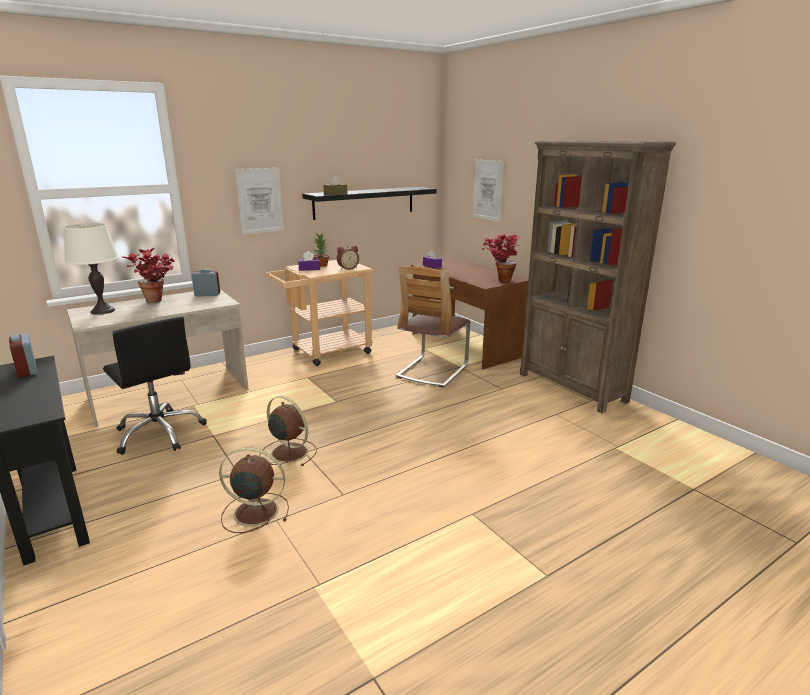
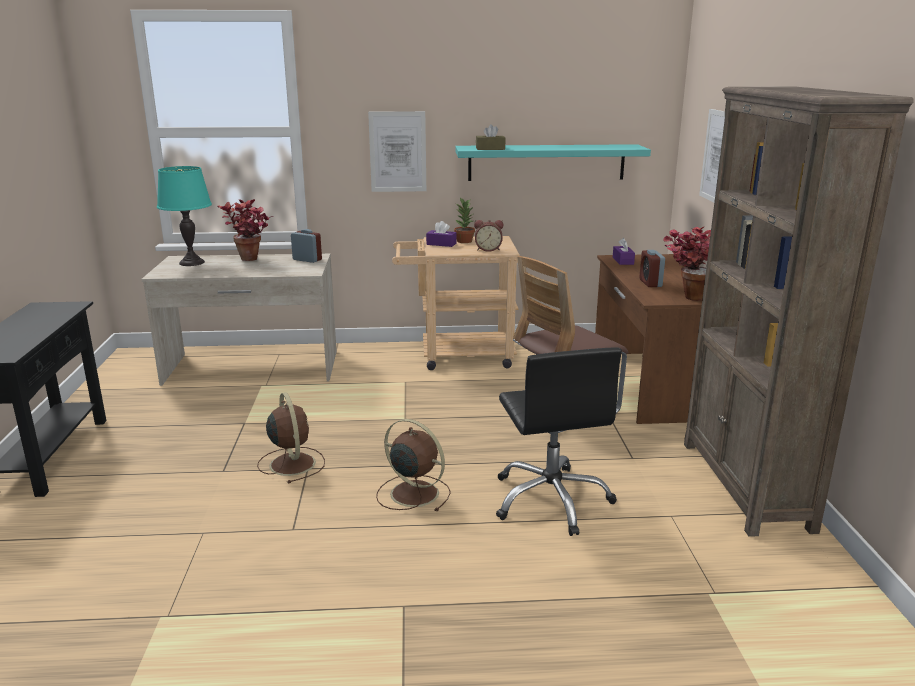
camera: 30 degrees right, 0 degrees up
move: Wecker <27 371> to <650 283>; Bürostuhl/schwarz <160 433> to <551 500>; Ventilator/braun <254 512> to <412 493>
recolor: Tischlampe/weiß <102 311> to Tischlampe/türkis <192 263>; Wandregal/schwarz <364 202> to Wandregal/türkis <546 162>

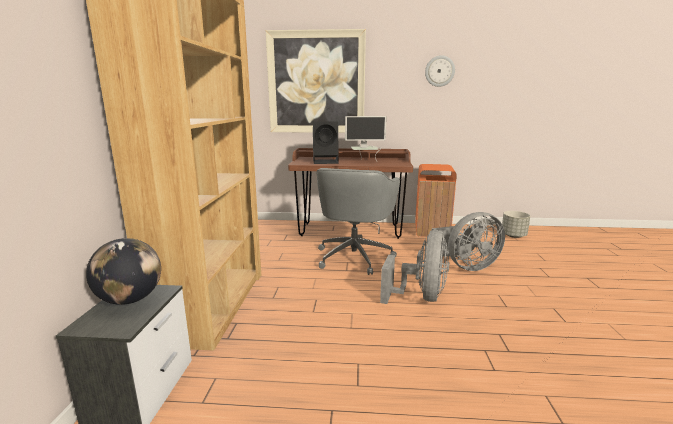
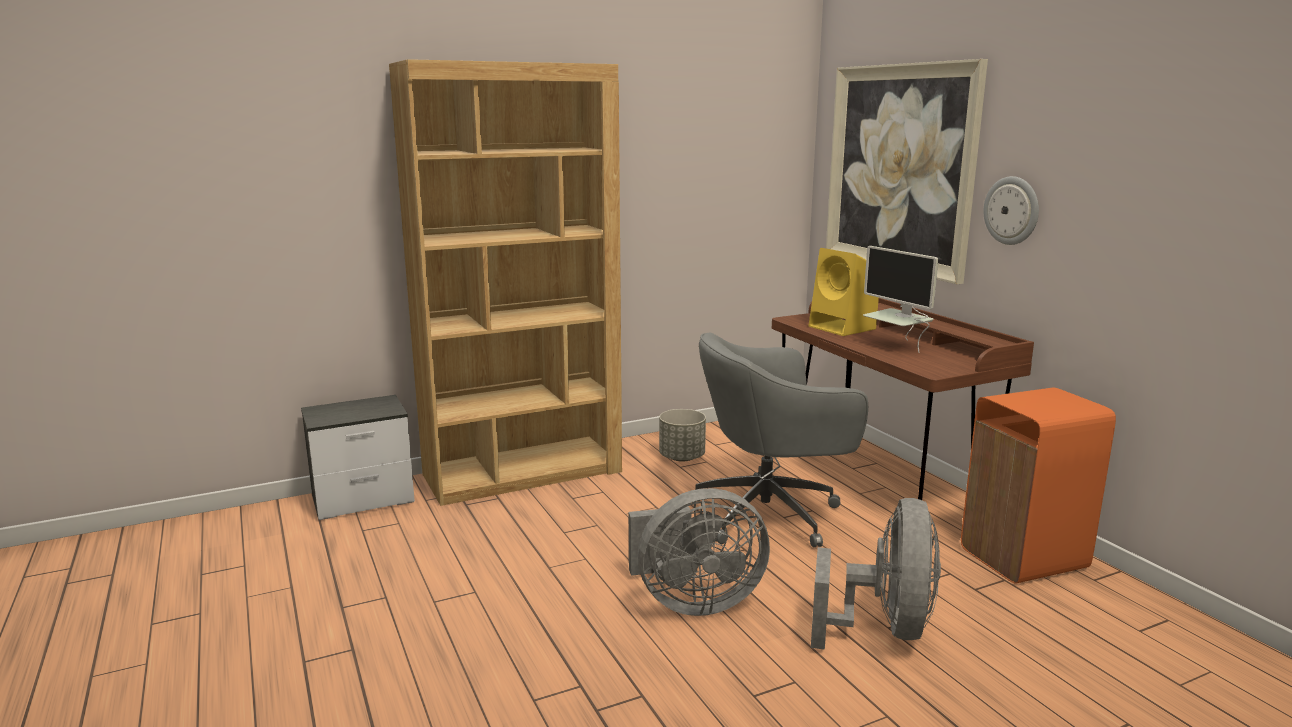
camera: 60 degrees right, 0 degrees up
delete: Globus <130 300>
move: Wanduhr <439 71> to <1012 210>; Pflanzkübel/grau <513 236> to <682 457>
recolor: Lautsprecher/schwarz <326 161> to Lautsprecher/gelb <843 328>
rotate: Ventilator/grau <466 266> = <884 628> 120 degrees counterclockwise

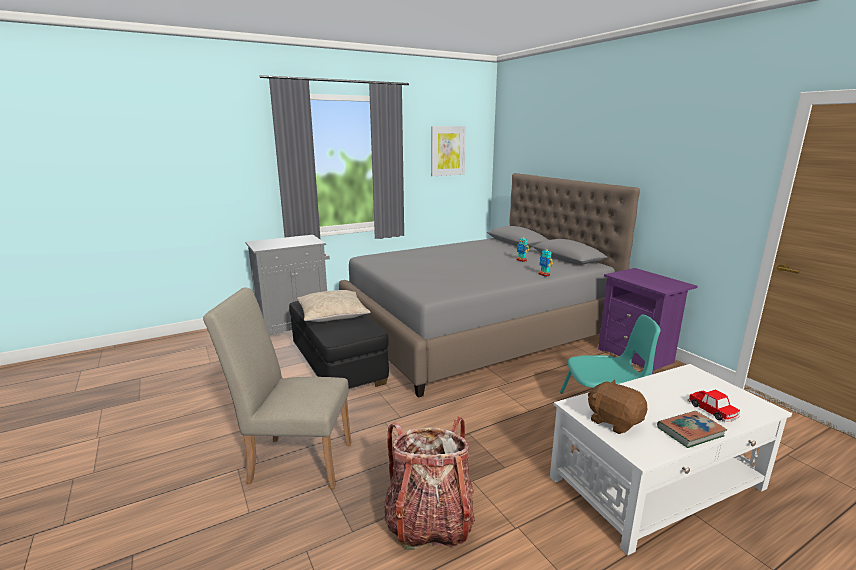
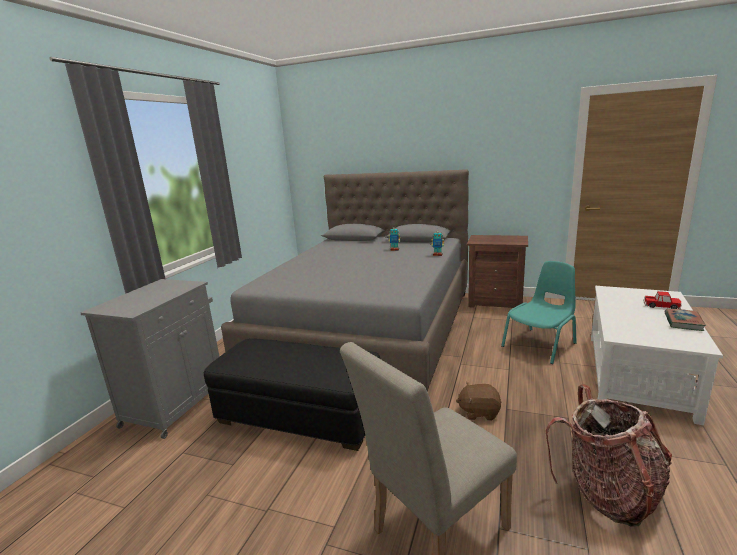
camera: 40 degrees left, 0 degrees up
delete: Kissen/beige <332 314>; Bild <447 151>
move: Plüschtier/braun <614 421> to <479 412>
recolor: Nachttisch/lila <638 356> to Nachttisch/braun <496 302>

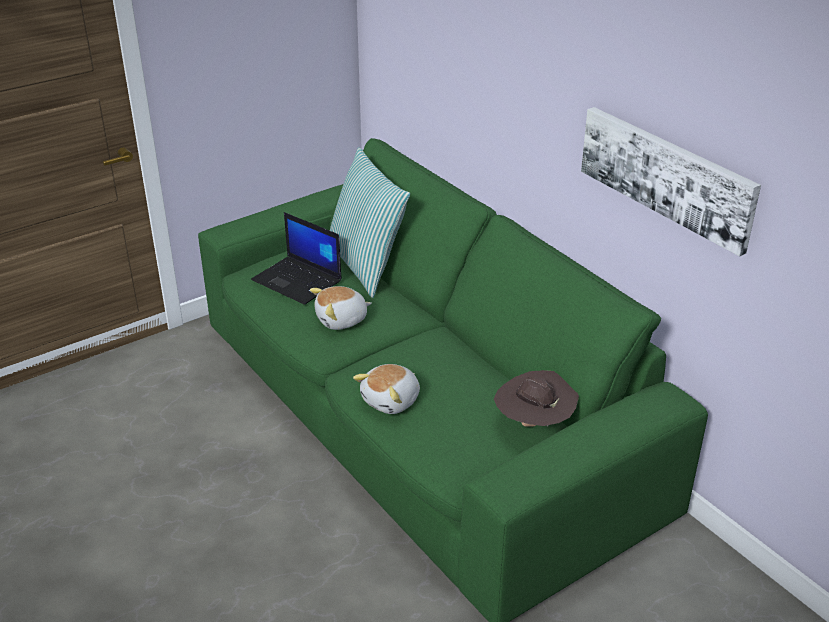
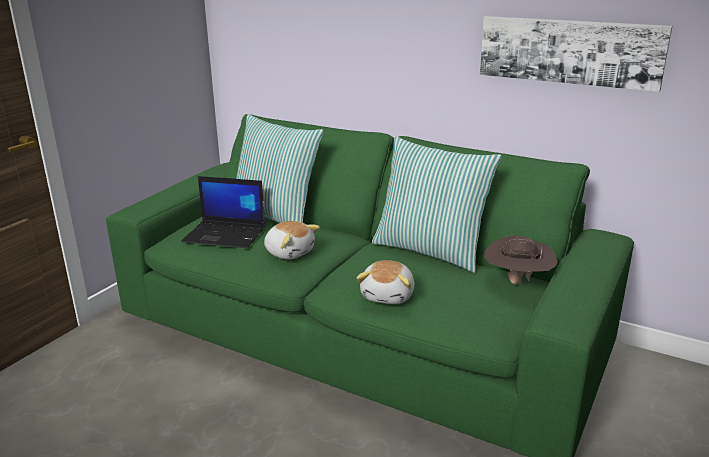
camera: 25 degrees left, 10 degrees down
insert: Kissen <430 250>
rotate: Plüschtier <342 320> = <289 252> 90 degrees counterclockwise

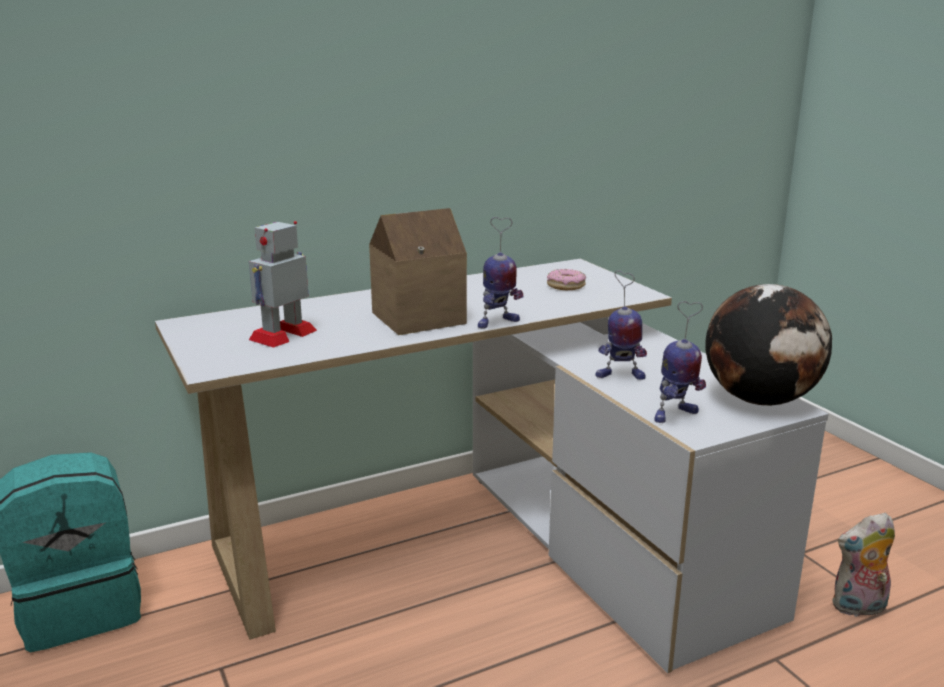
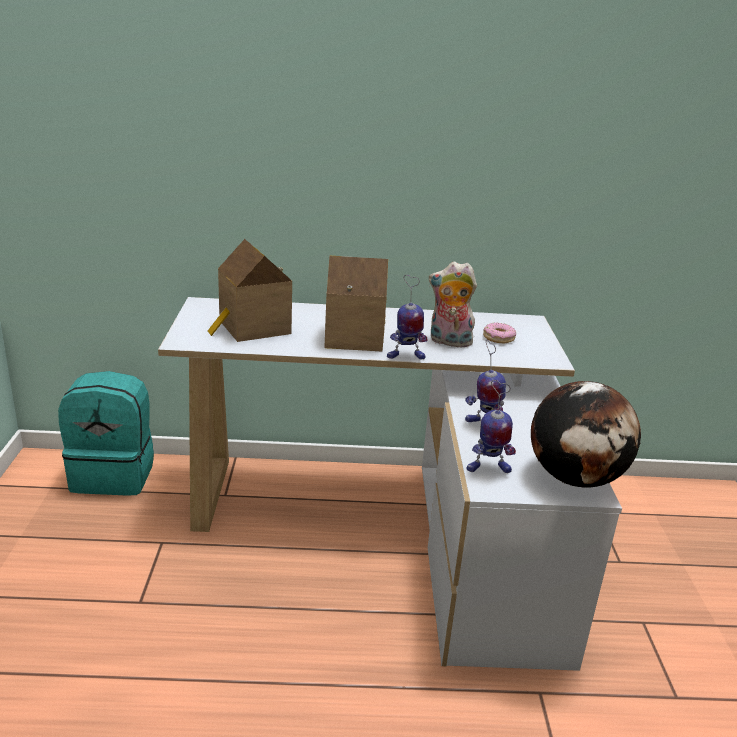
camera: 25 degrees right, 5 degrees up
move: Plüschtier <858 608> to <448 342>
replace: Spielzeugroboter <283 335> to Spielzeughaus <251 328>

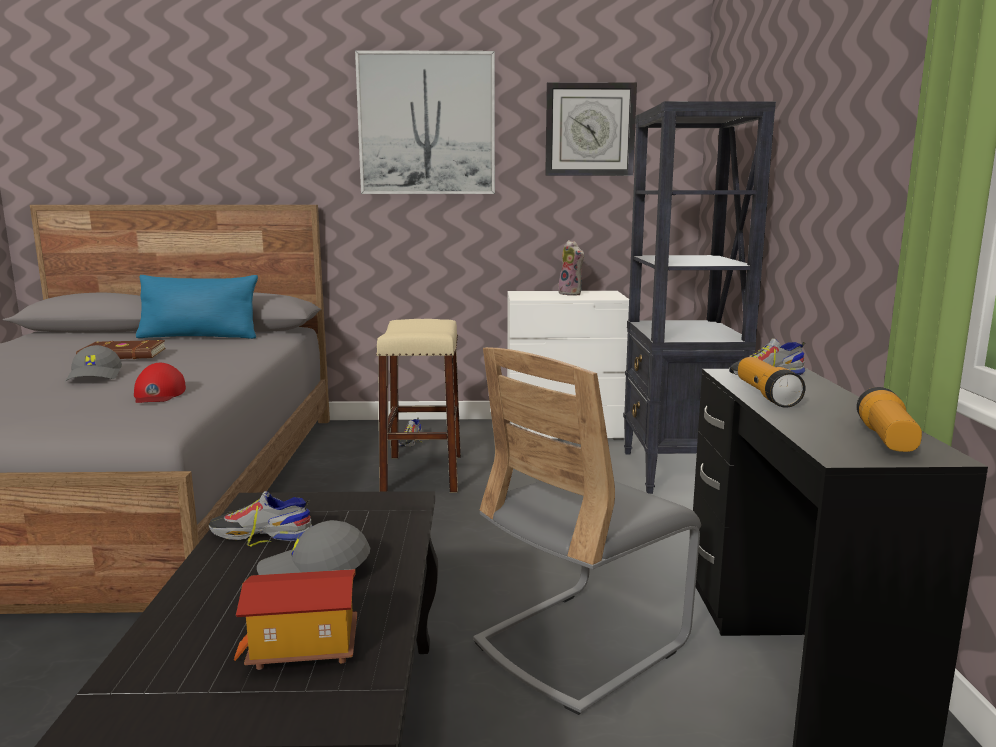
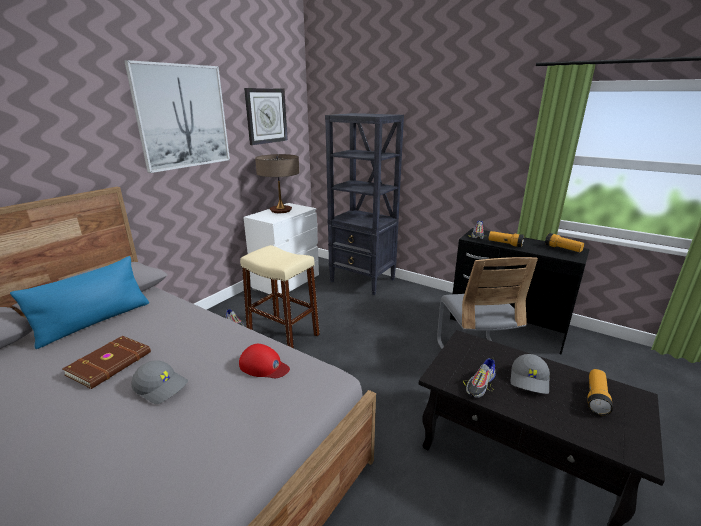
camera: 55 degrees left, 10 degrees up
replace: Spielzeughaus <302 650> to Taschenlampe <596 398>; Plüschtier <572 294> to Tischlampe <281 210>

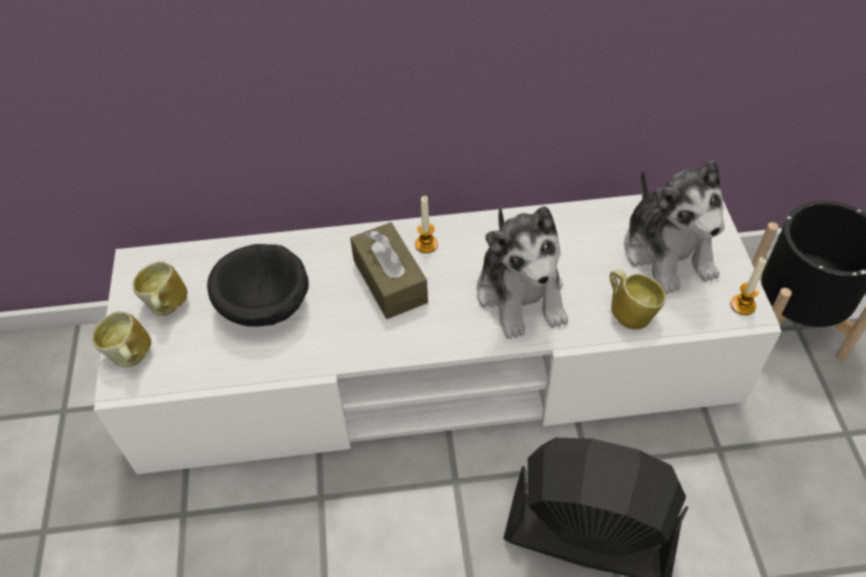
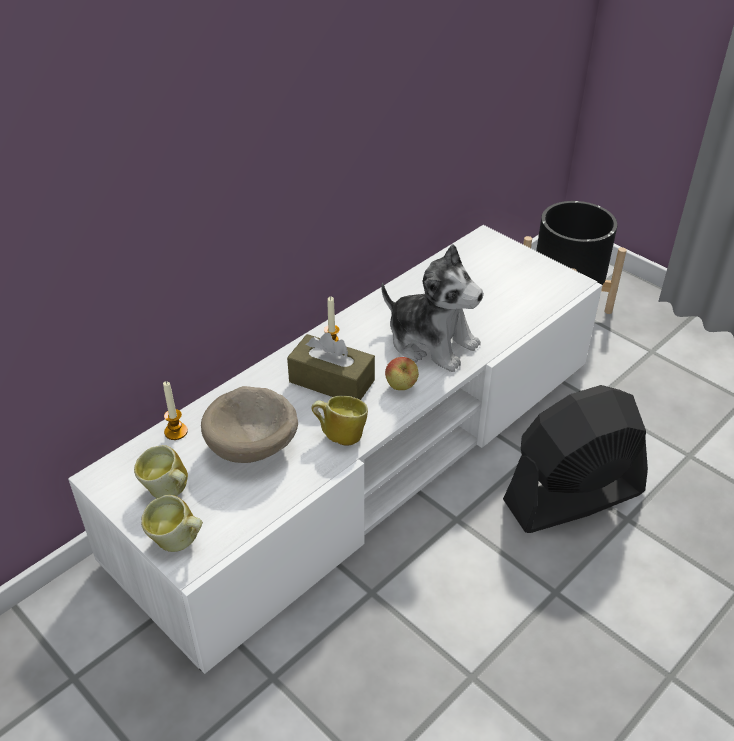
camera: 40 degrees left, 10 degrees down
delete: Plüschtier <667 252>
insert: Apfel <401 387>
move: Henkelbecher <629 312> to <340 435>; Kerze <742 305> to <176 432>
recolor: Schüssel/schwarz <266 307> to Schüssel/beige <254 446>

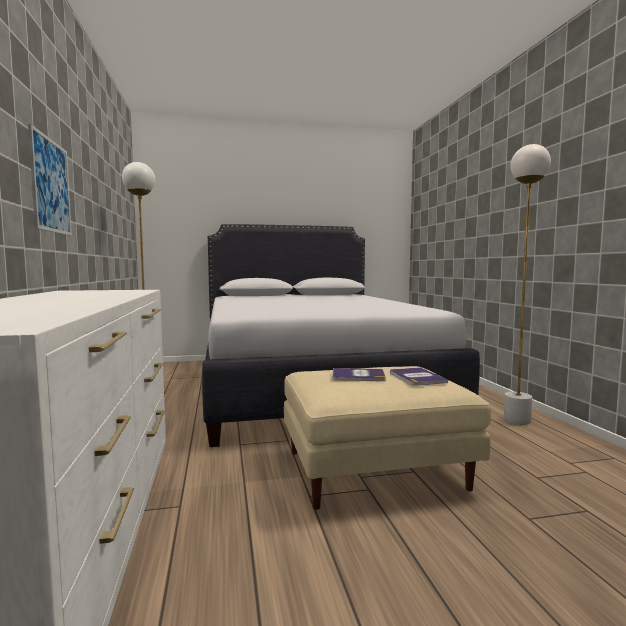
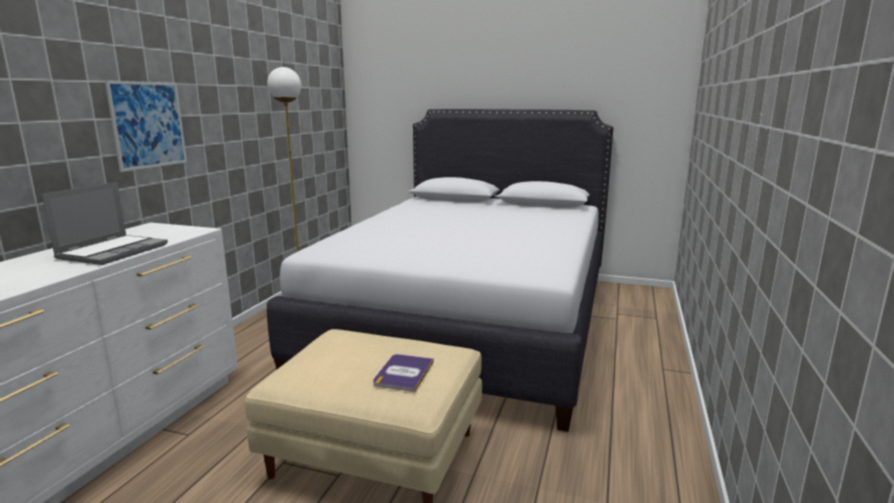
camera: 30 degrees right, 10 degrees up
delete: Buch <358 376>; Stehlampe/weiß <517 420>
insert: Laptop <113 251>

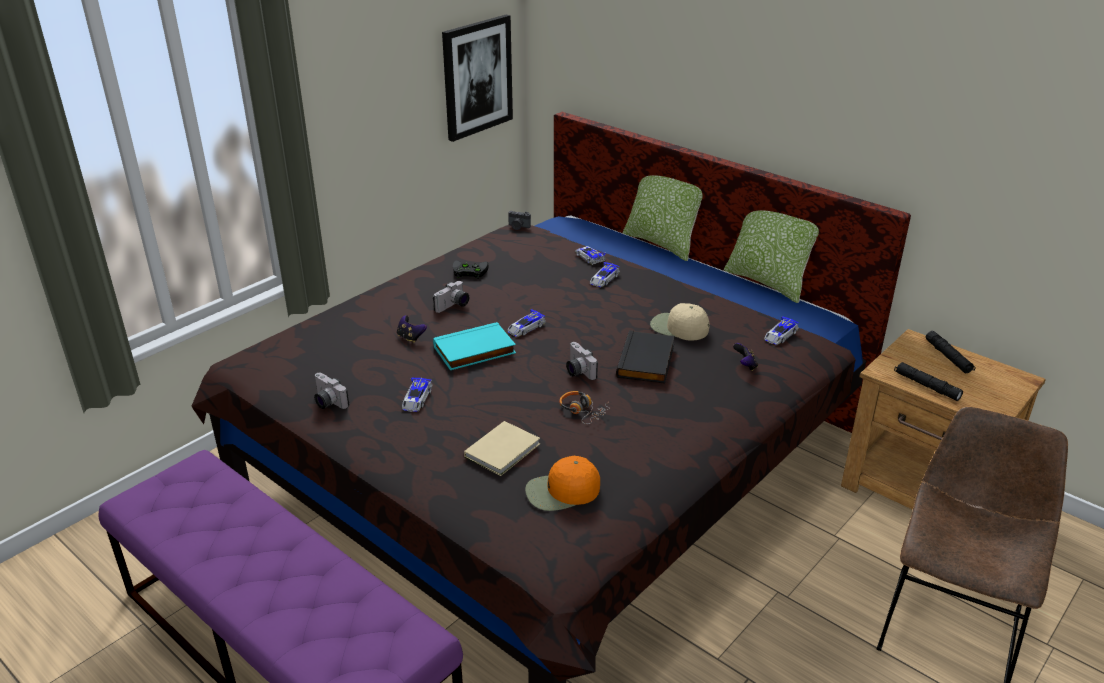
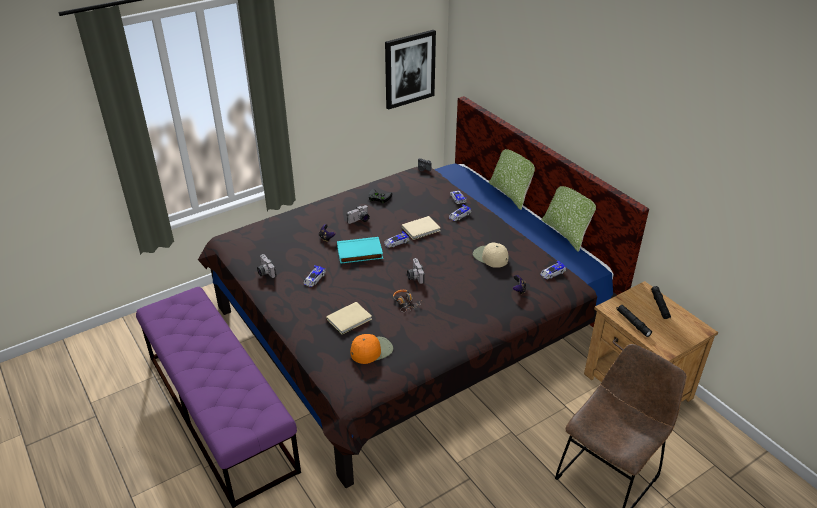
camera: 15 degrees right, 5 degrees up
delete: Buch/schwarz <647 361>
insert: Buch/beige <422 229>
rotate: Kappe/orange <562 491> = <371 350> 150 degrees clockwise

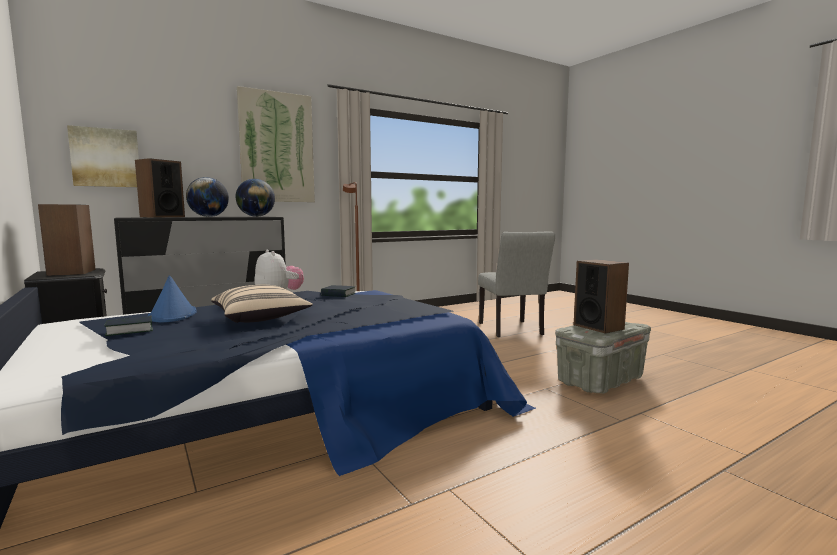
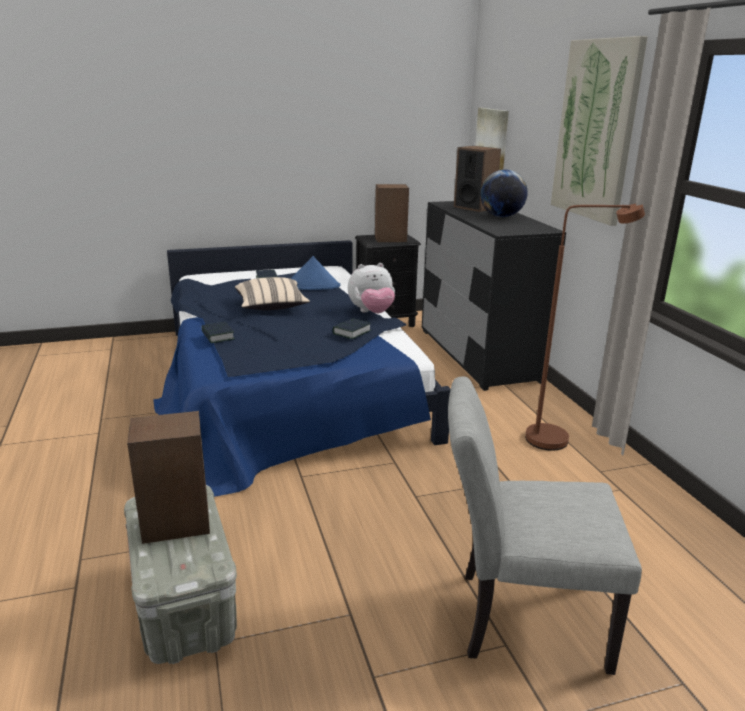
camera: 105 degrees right, 15 degrees up
delete: Globus <256 216>
insert: Buch <218 336>

